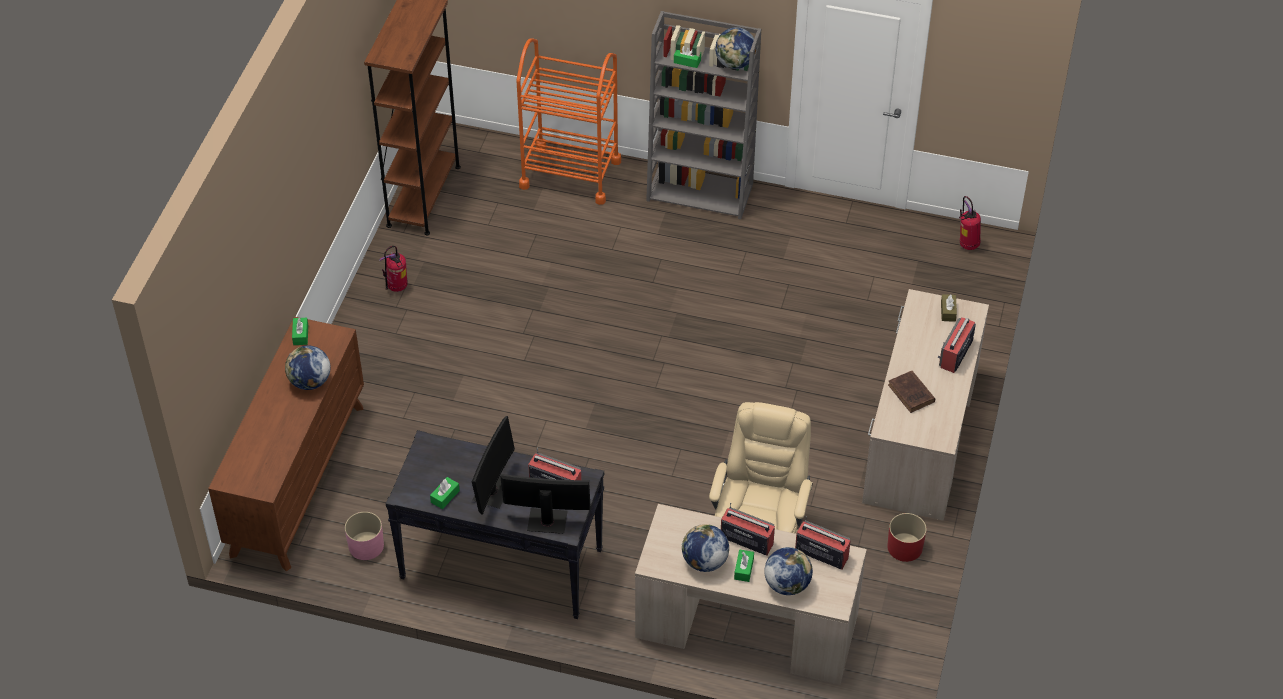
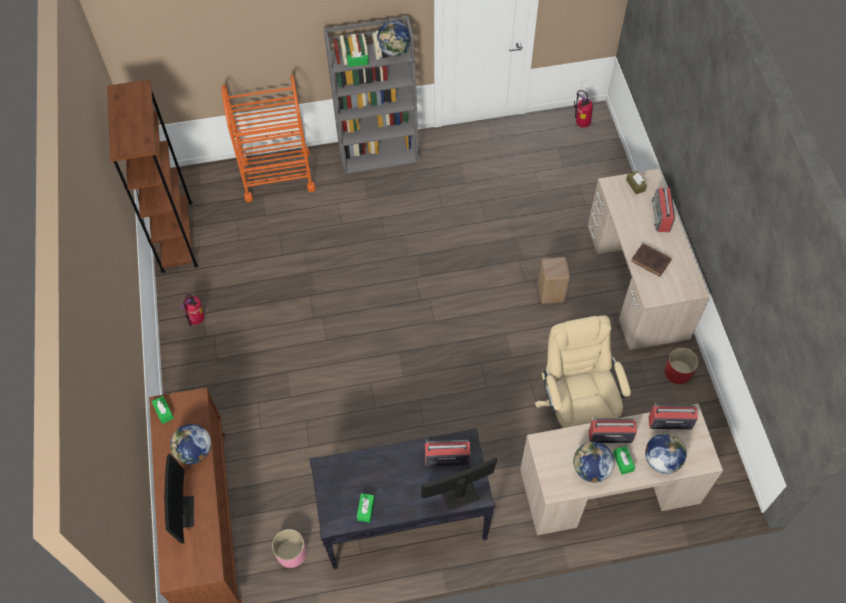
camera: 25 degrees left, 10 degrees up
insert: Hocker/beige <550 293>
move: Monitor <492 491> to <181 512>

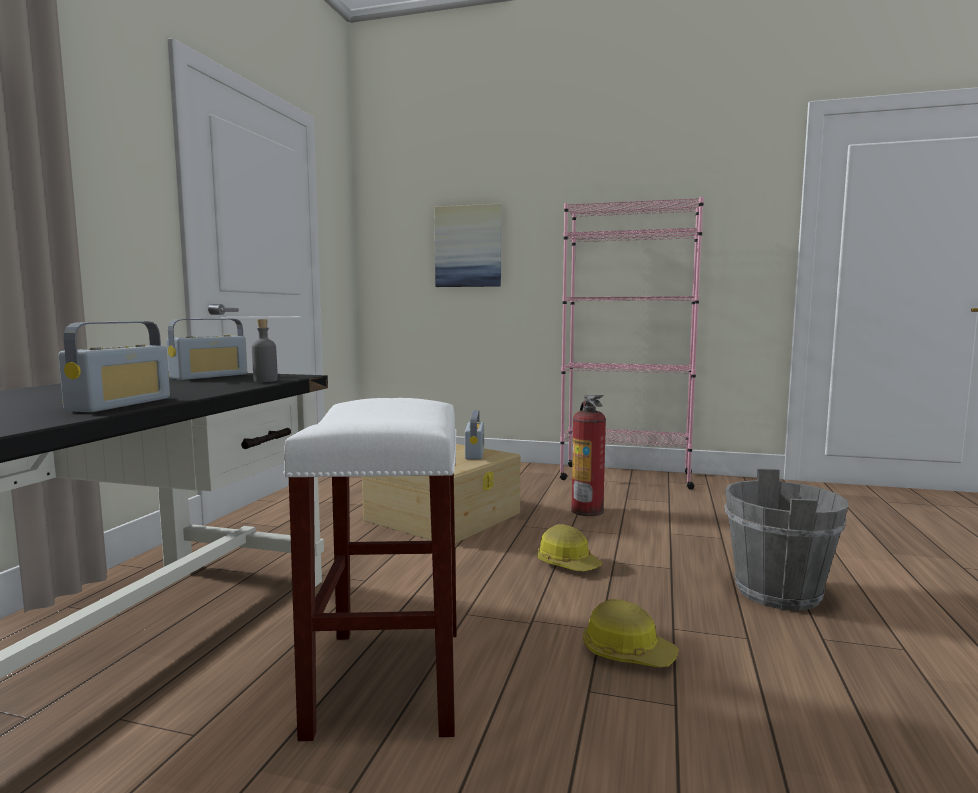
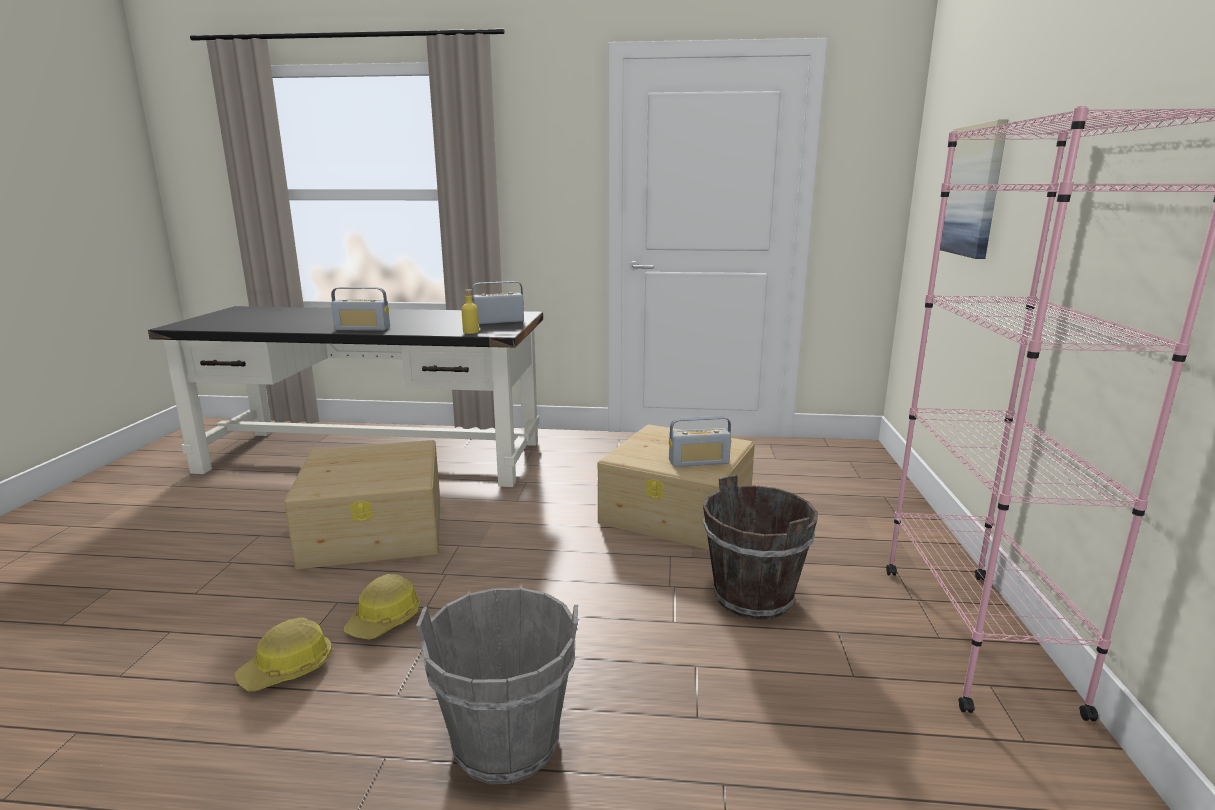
camera: 80 degrees right, 10 degrees up
move: Schutzhelm <568 563> to <288 669>
replace: Hocker/weiß <387 677> to Aufbewahrungsbox/beige <376 529>; Feuerlöscher <587 511> to Eimer/braun <752 597>
recolor: Flasche/grau <265 380> to Flasche/gelb <471 332>
rotate: Radio <209 376> = <498 321> 135 degrees clockwise

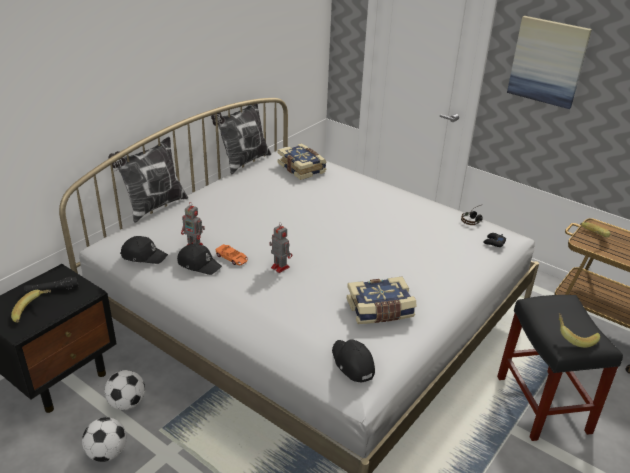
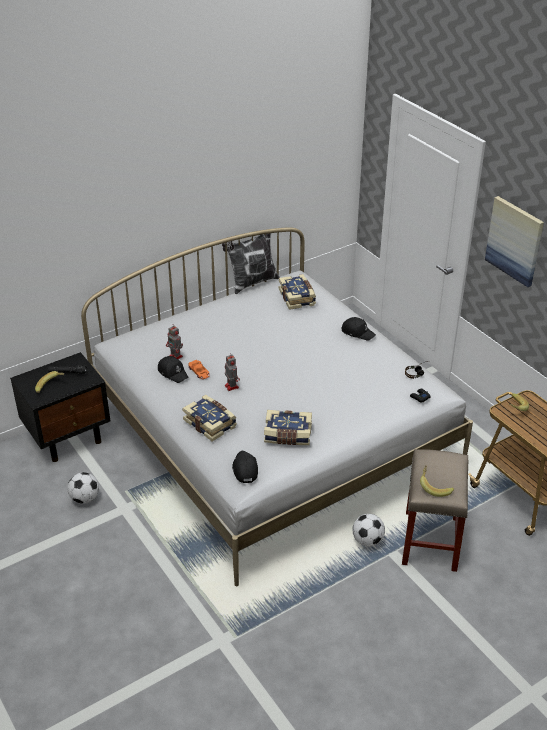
camera: 20 degrees right, 5 degrees up
delete: Kissen <153 207>
insert: Buch <210 423>
move: Fußball <127 403> to <367 540>; Kappe/schwarz <144 255> to <357 332>
recolor: Hocker/schwarz <541 403> to Hocker/beige <430 539>

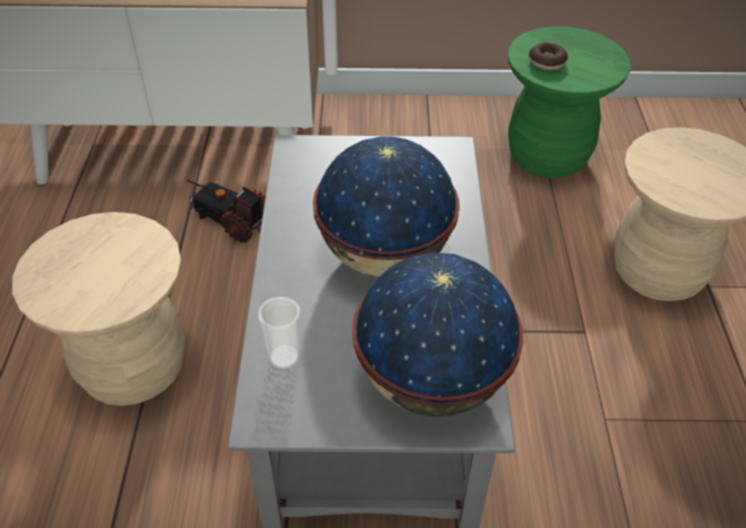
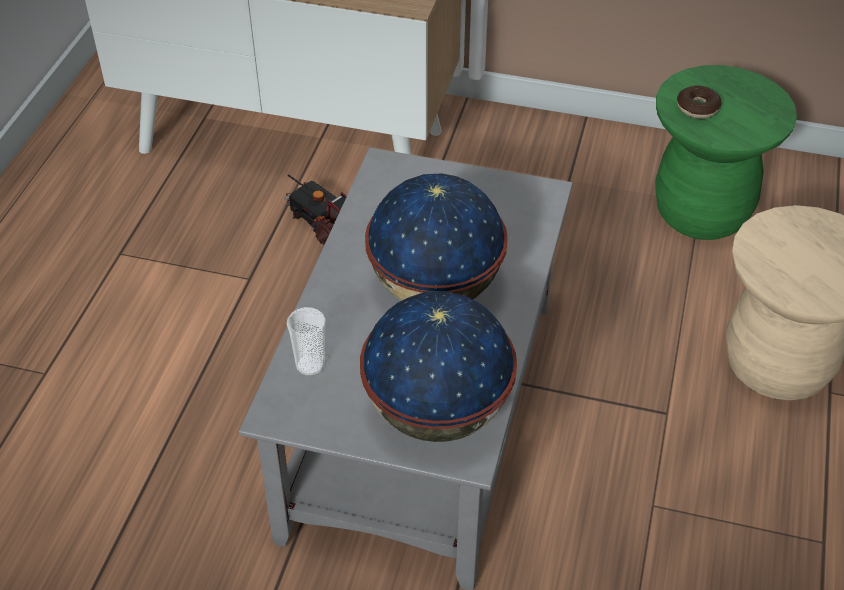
camera: 15 degrees right, 0 degrees up
delete: Hocker/beige <133 368>

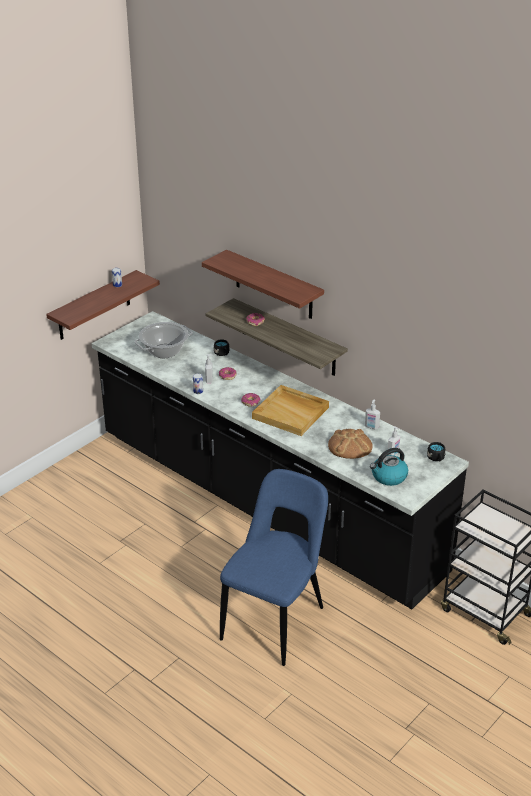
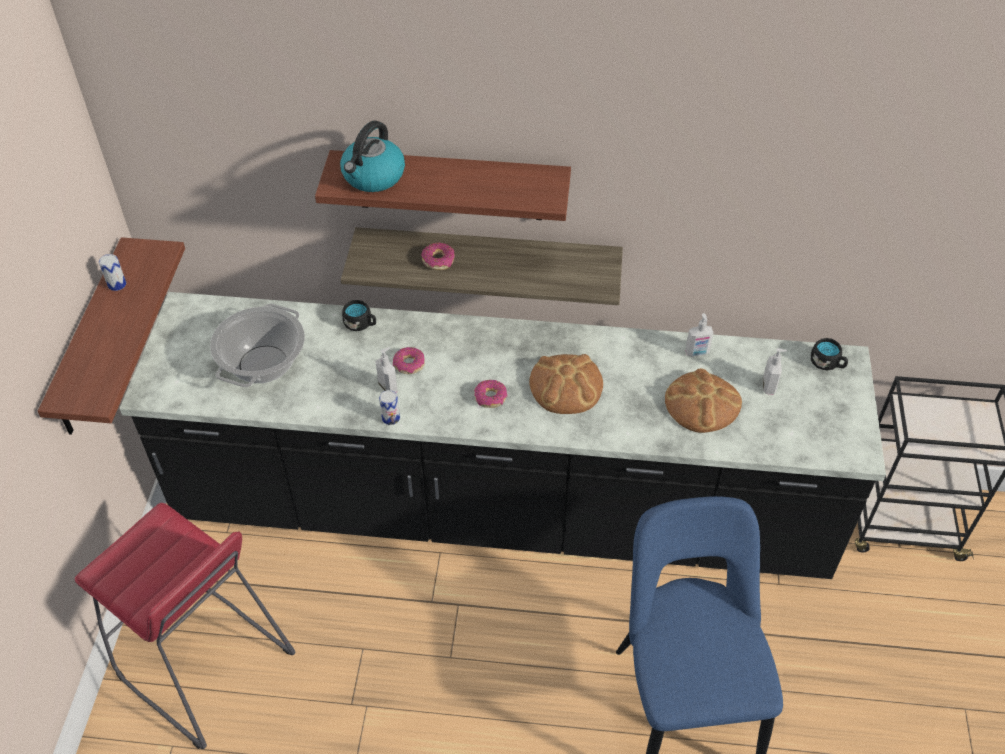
camera: 35 degrees left, 15 degrees up
insert: Hocker/rot <204 666>
move: Wasserkessel <388 477> to <373 177>
replace: Tablett/beige <291 412> to Brot <566 385>

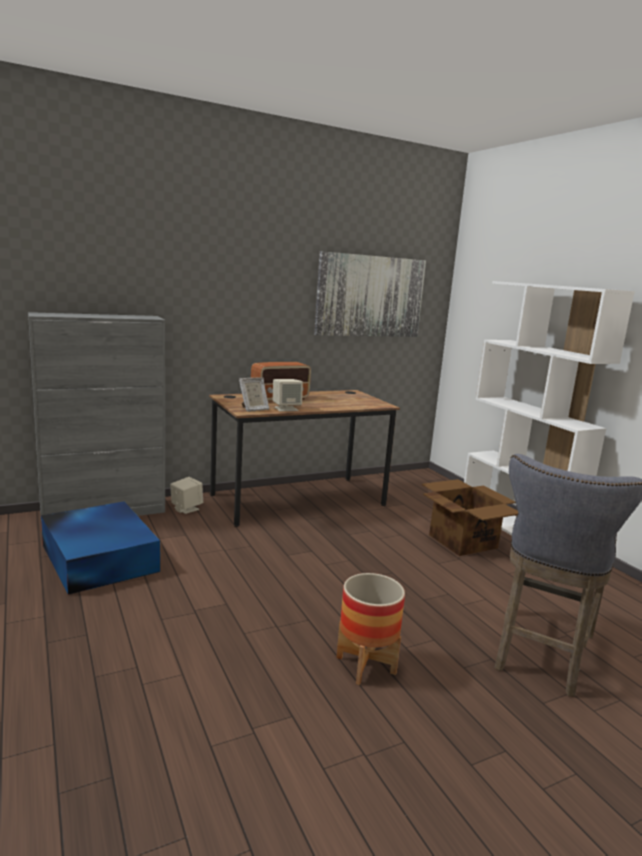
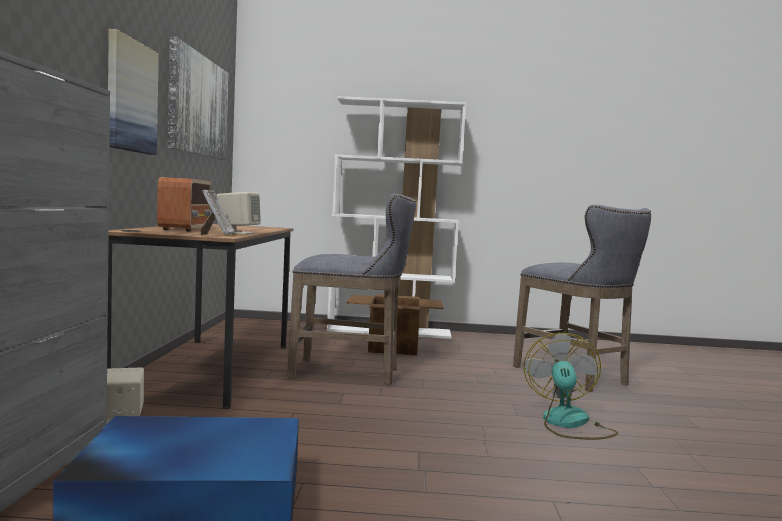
camera: 60 degrees left, 10 degrees down
insert: Bild <130 96>; Hocker/grau <351 373>
replace: Pflanzkübel <365 665> to Ventilator <569 424>

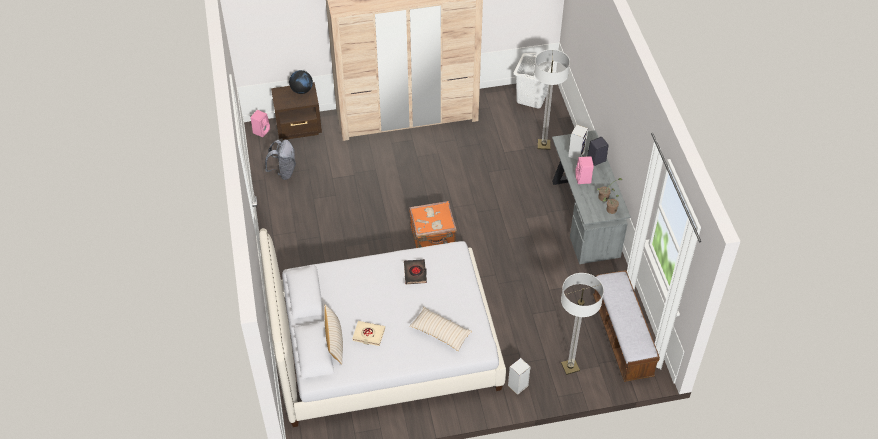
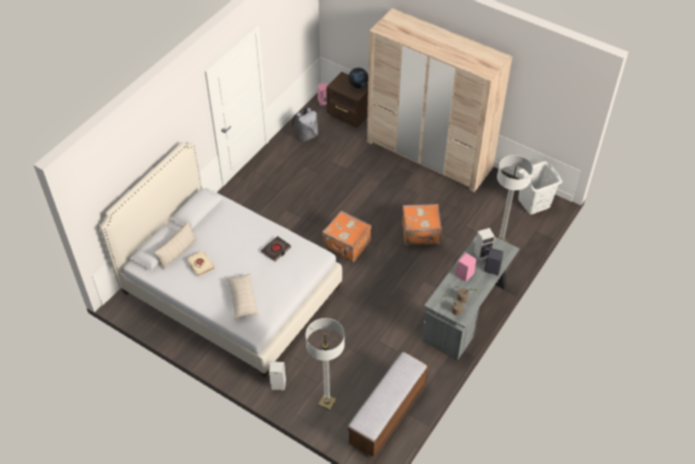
camera: 45 degrees right, 0 degrees up
insert: Koffer/orange <421 234>

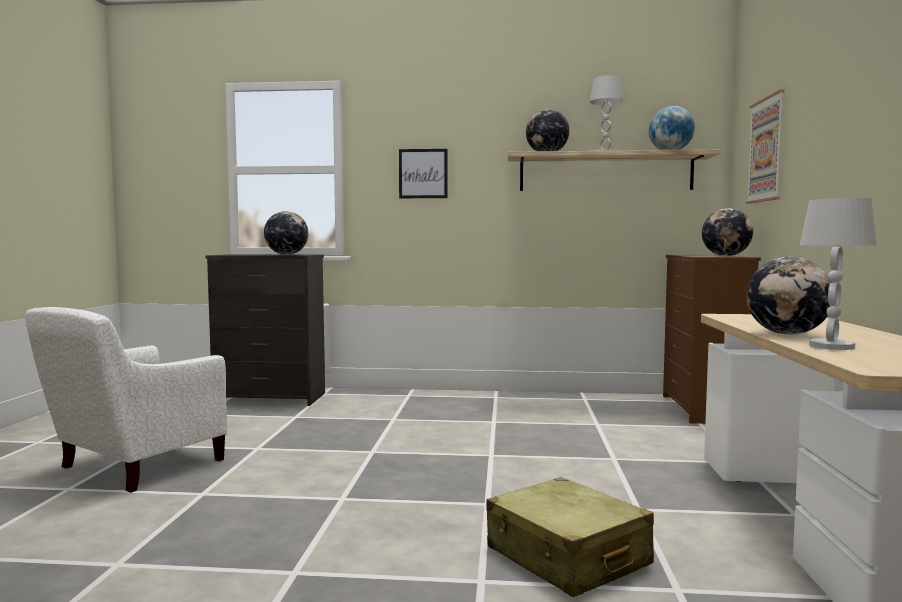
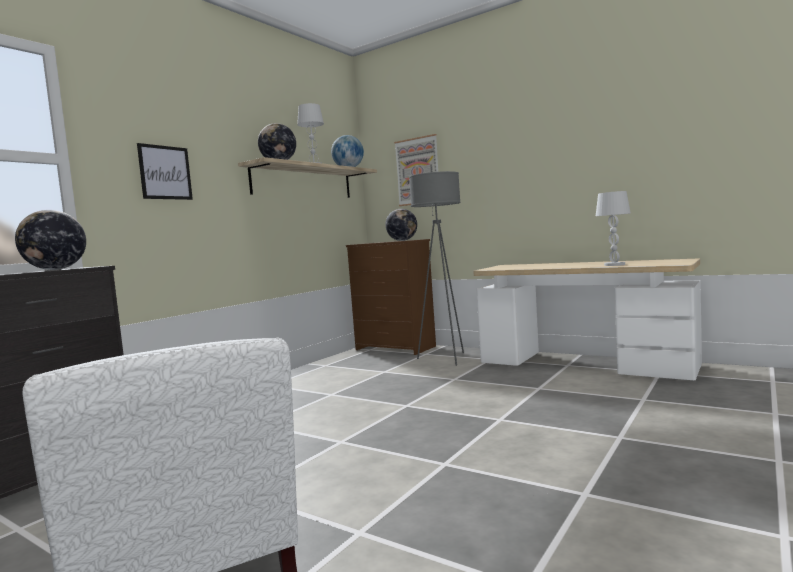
camera: 60 degrees left, 0 degrees up
delete: Koffer/beige <567 557>; Globus <787 334>
insert: Stehlampe/grau <445 359>

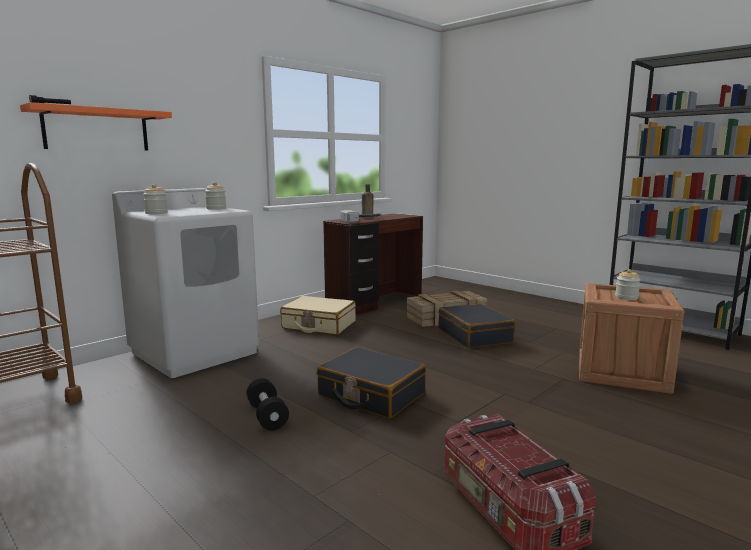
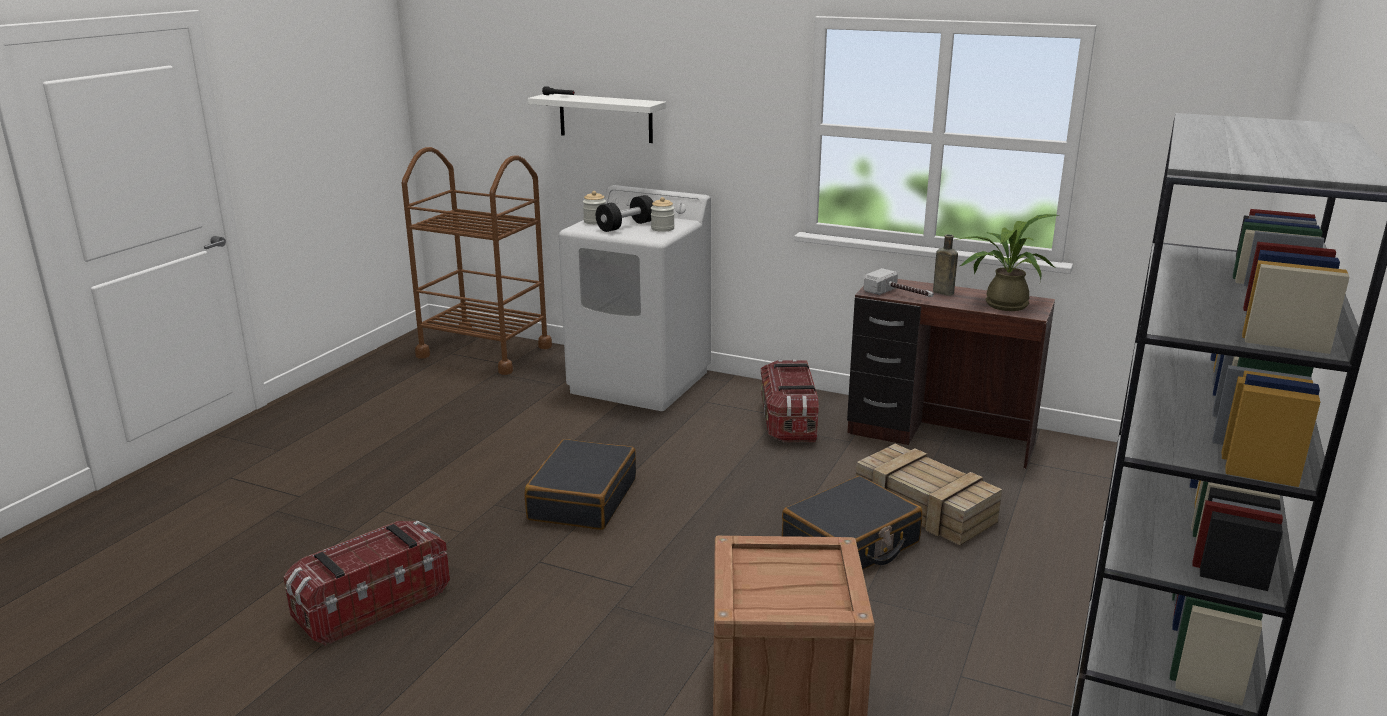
camera: 70 degrees right, 10 degrees up
delete: Vorratsglas <626 297>
insert: Topfpflanze <1000 304>
move: Hantel/schwarz <267 416> to <626 226>
replace: Koffer/beige <319 325> to Aufbewahrungsbox <788 421>
recolor: Wandregal/orange <97 130> to Wandregal/weiß <605 118>

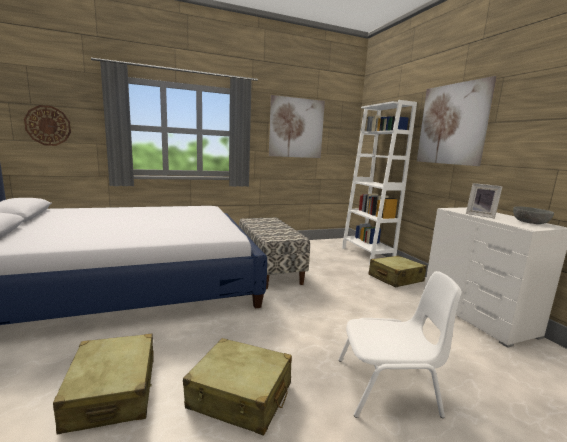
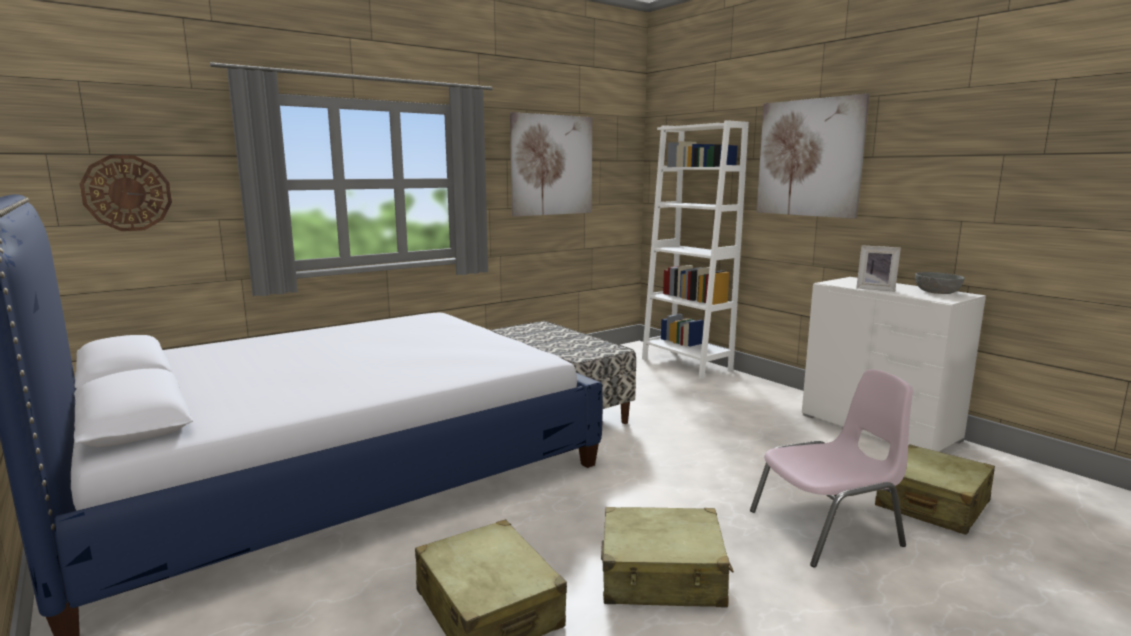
camera: 15 degrees left, 0 degrees up
move: Koffer/beige <395 278> to <932 504>
recolor: Stuhl/weiß <388 387> to Stuhl/rosa <827 529>

